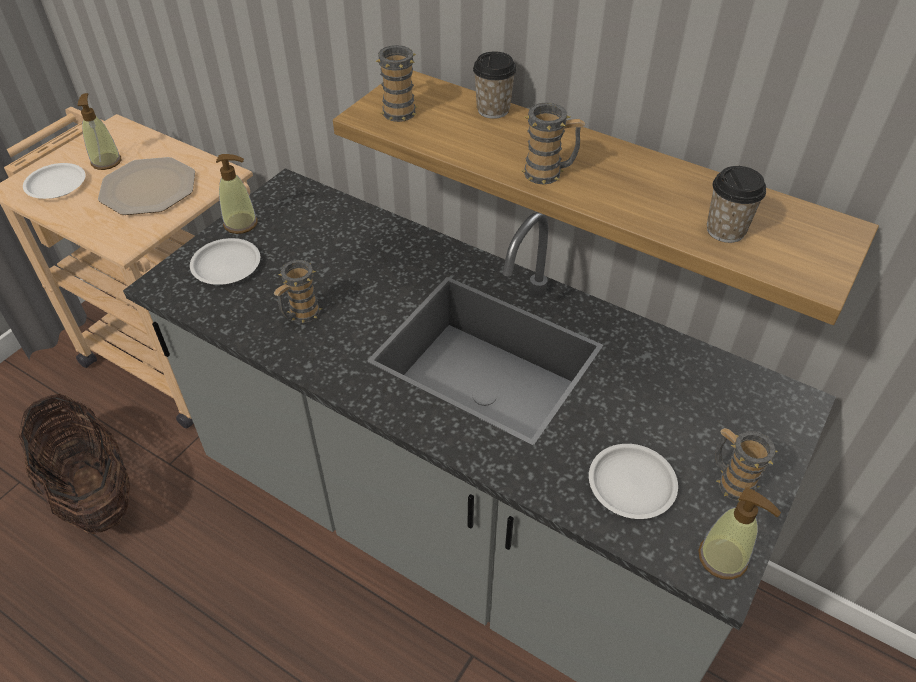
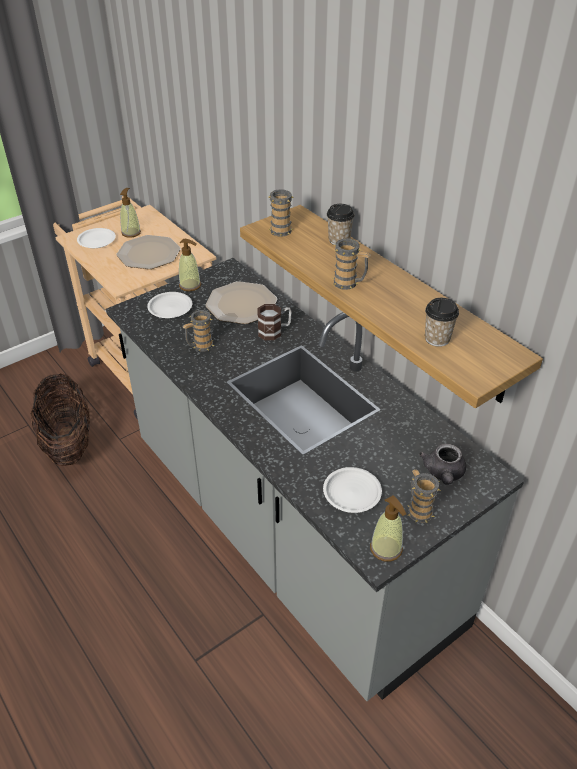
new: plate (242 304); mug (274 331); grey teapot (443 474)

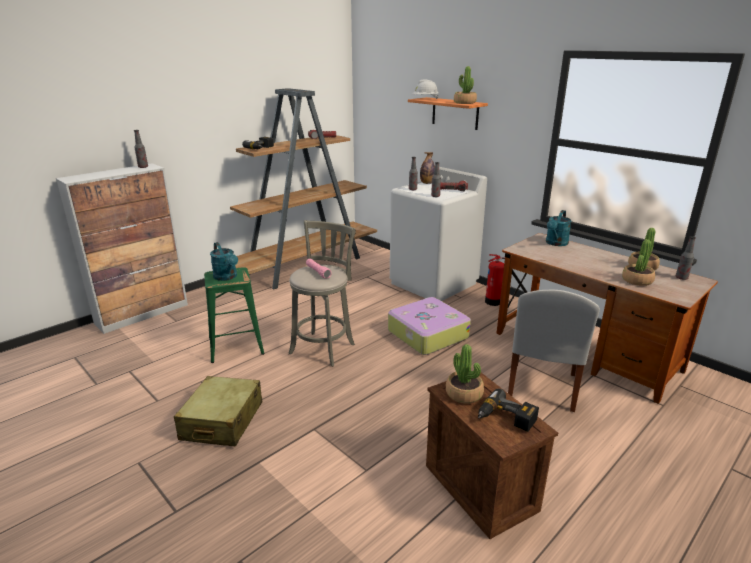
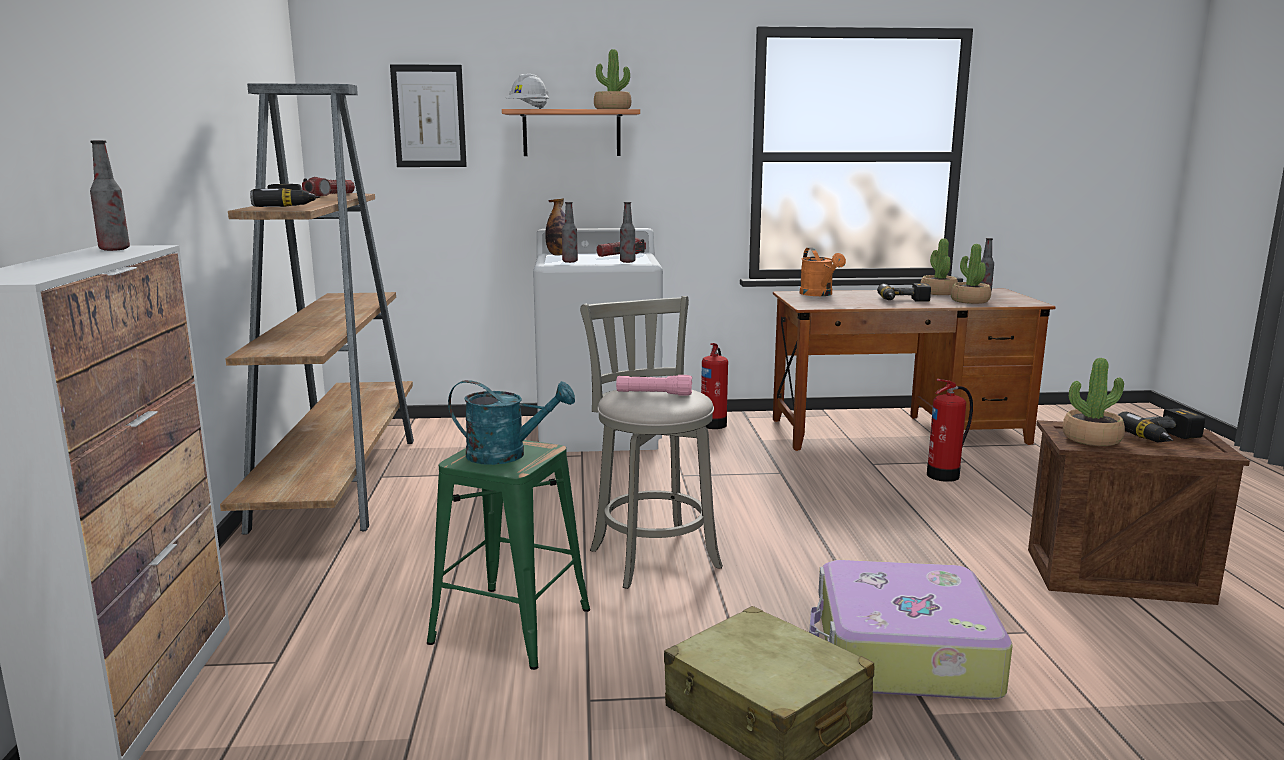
new: picture (429 116); power drill (904 301)
shifted: suitcase (426 334) to (902 653)
swapped: white chair (541 388) to fire extinguisher (945 475)
repainted: turquoise watering can (555 243) to orange watering can (819 294)

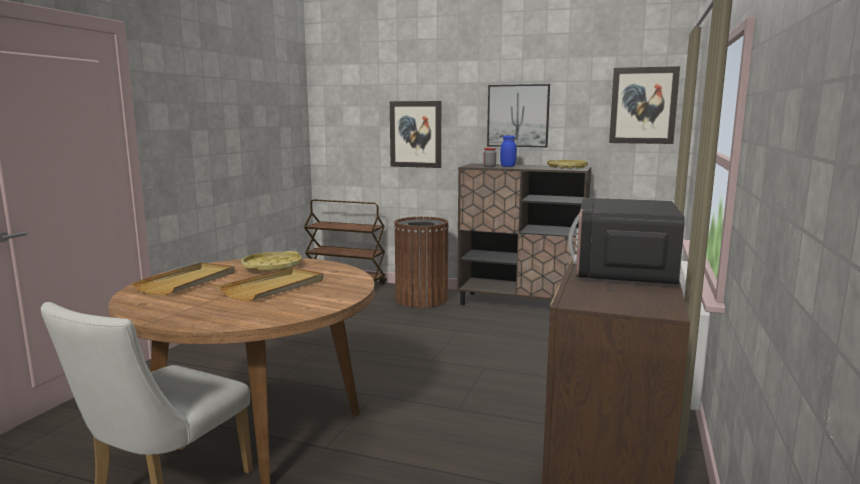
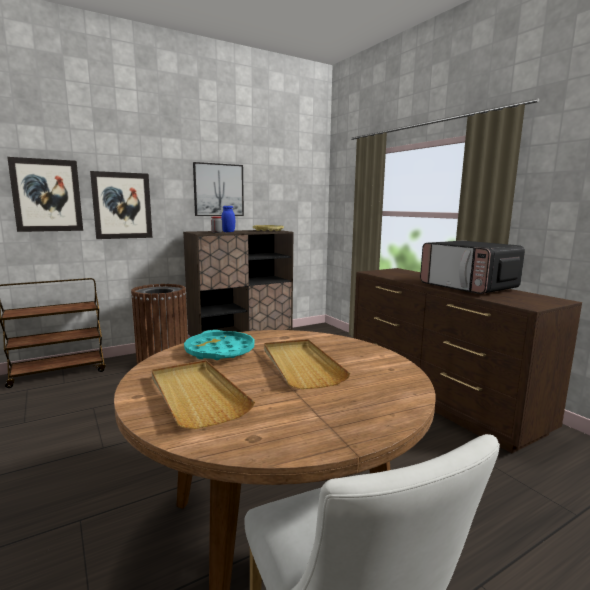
shifted: picture (643 105) to (47 195)
repainted: yellow tray (272 267) to turquoise tray (220 351)

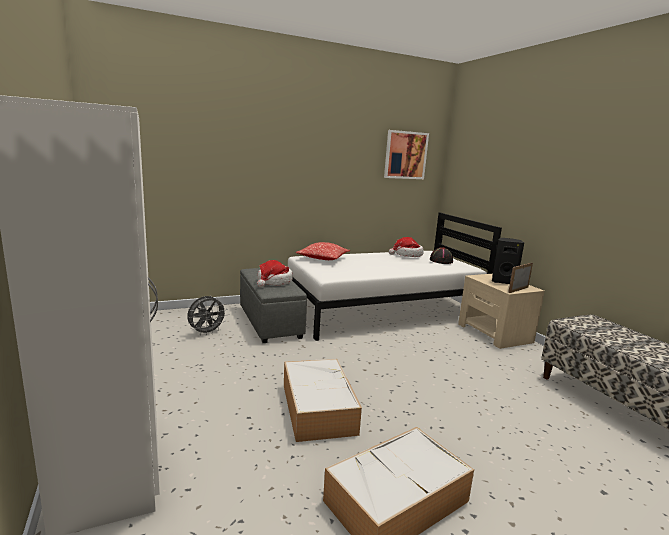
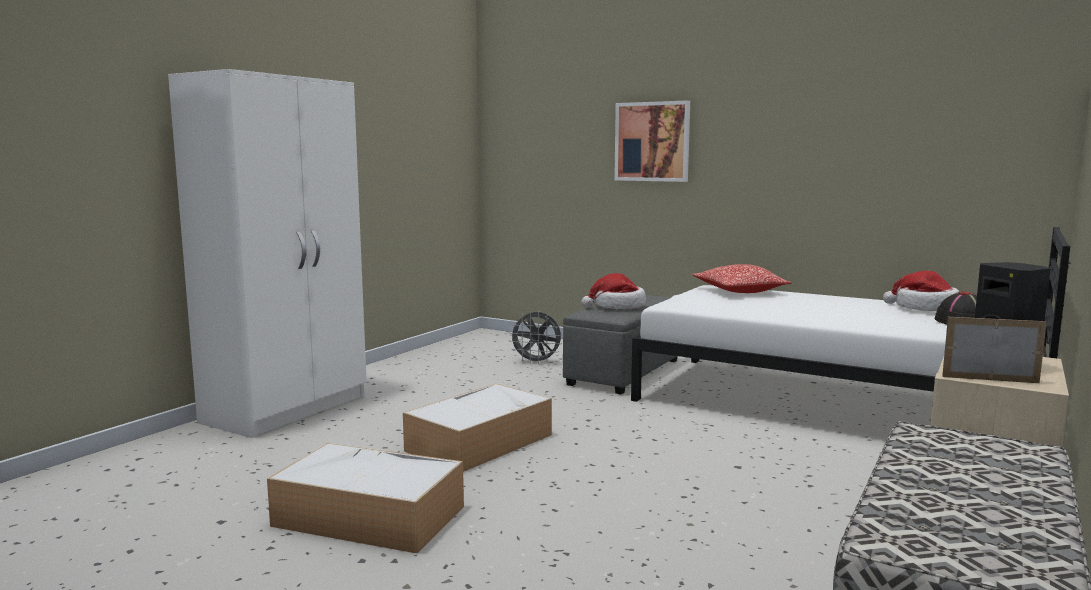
shifted: picture (405 155) to (652 141)

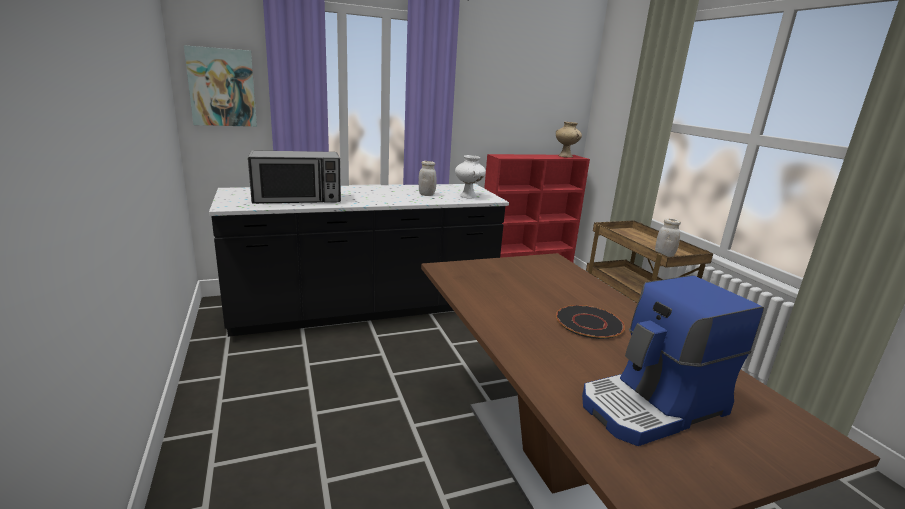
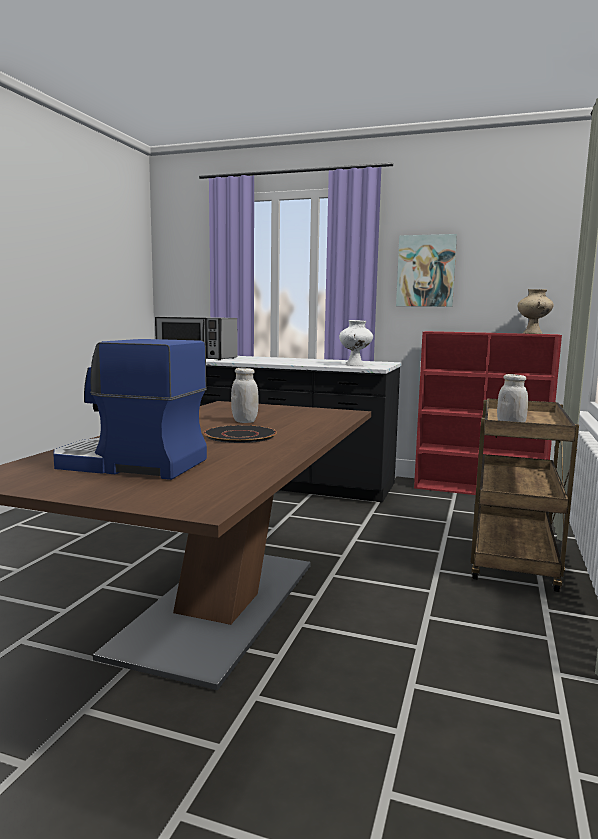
shifted: picture (222 87) to (426 271); white jar (426 195) to (244 421)

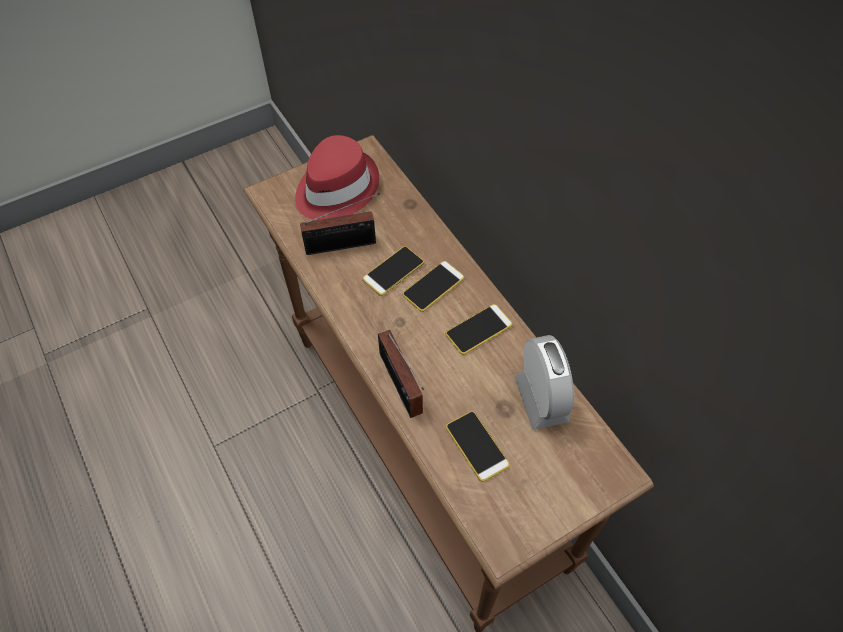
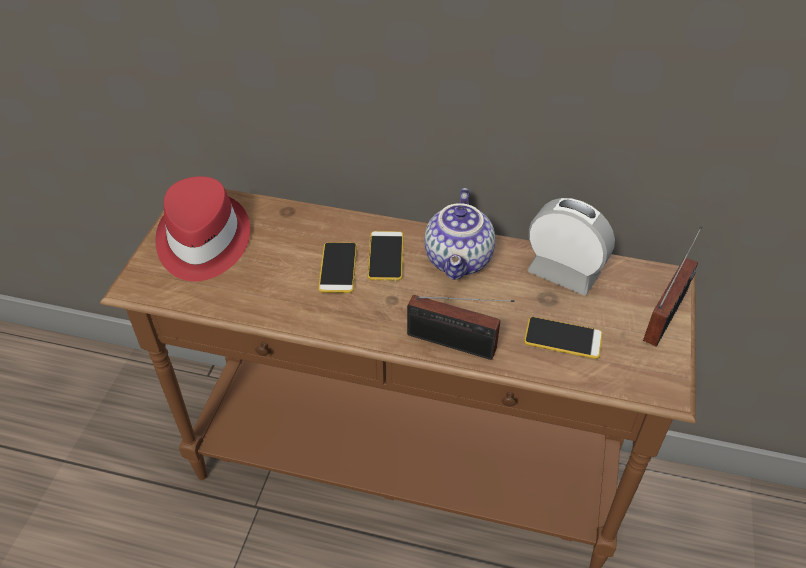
shifted: radio (344 245) to (668 313)
swapped: phone (478 329) to teapot (460 260)

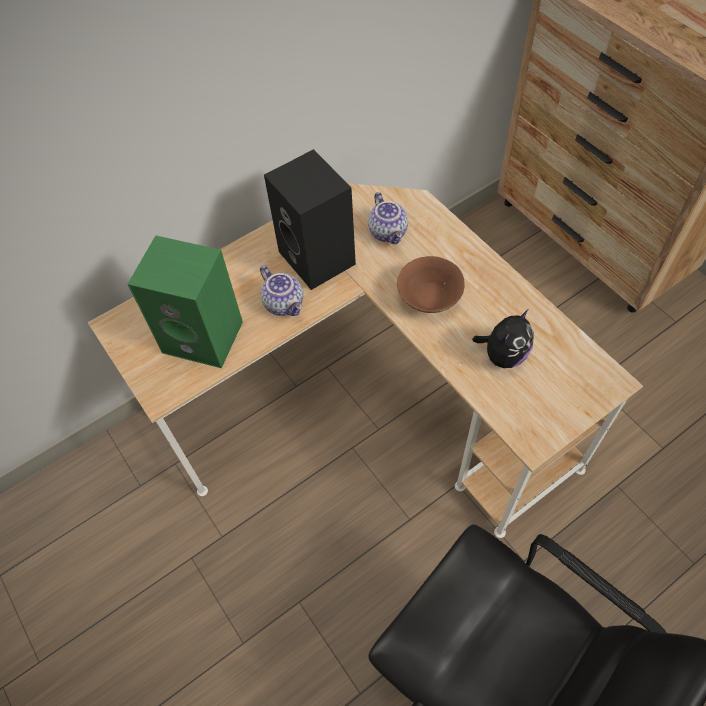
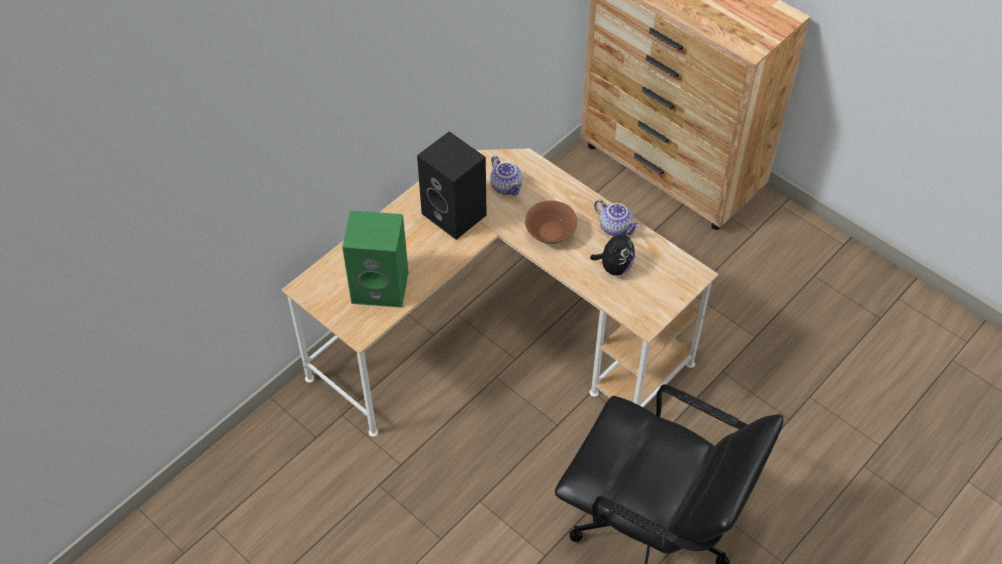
shifted: teapot (285 303) to (616 227)

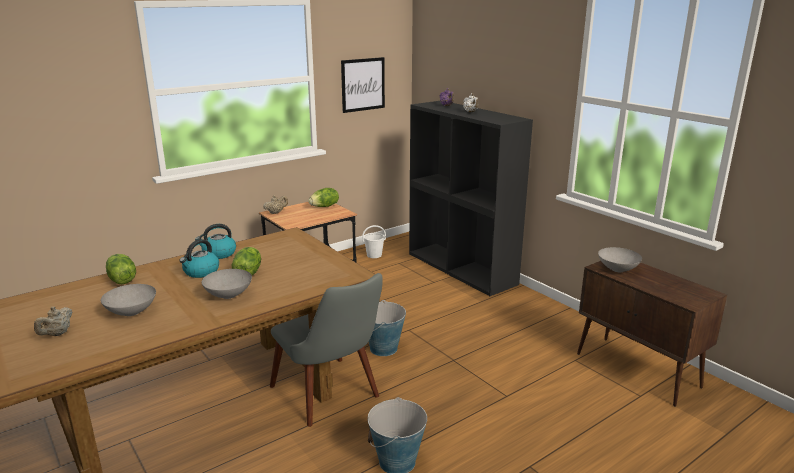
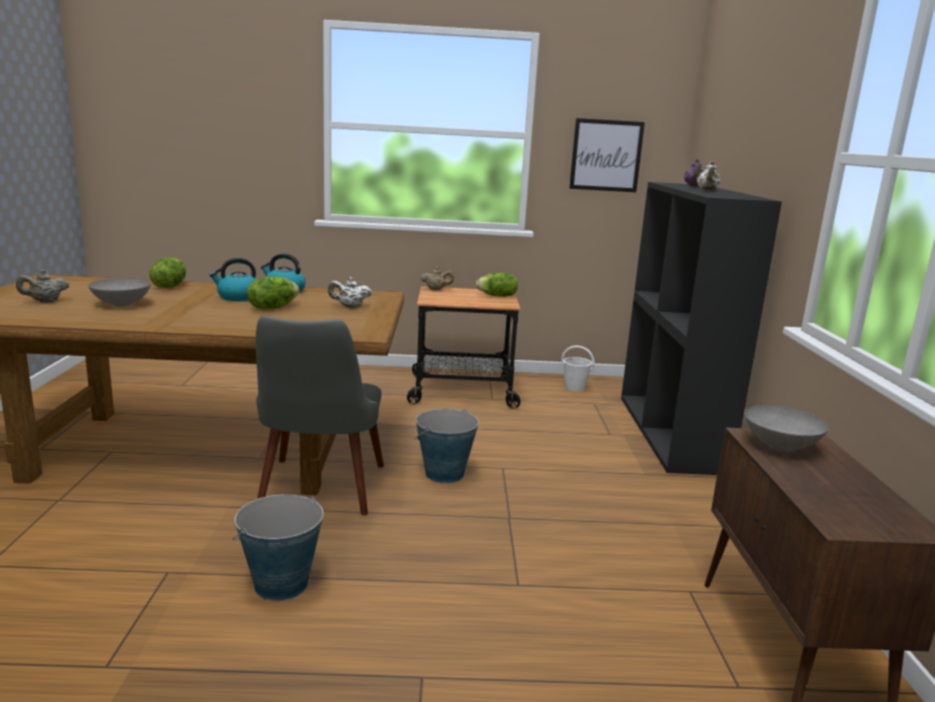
gone: grey bowl (229 295)
new: white teapot (350 306)

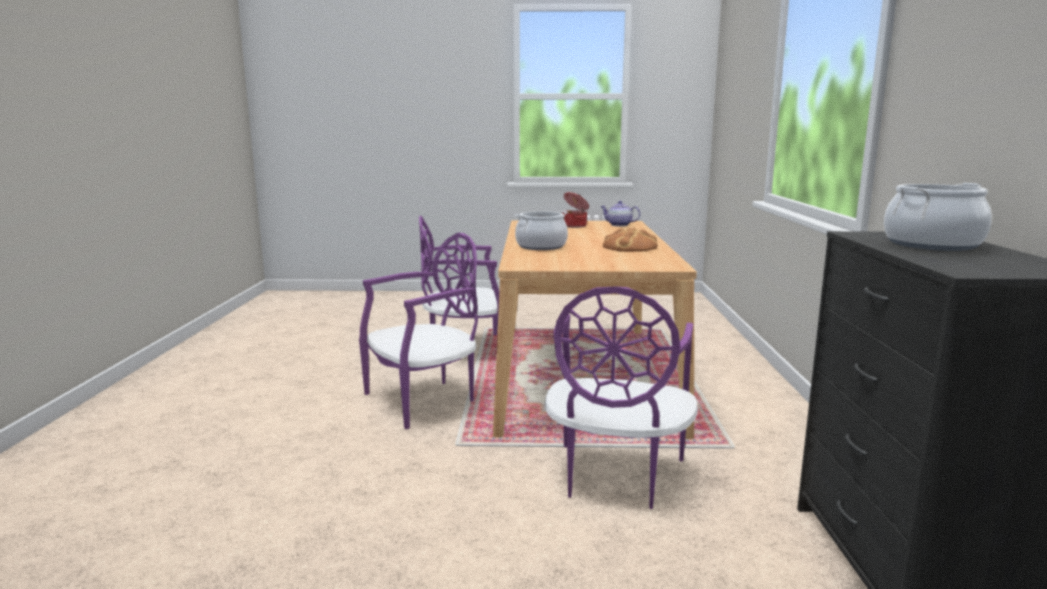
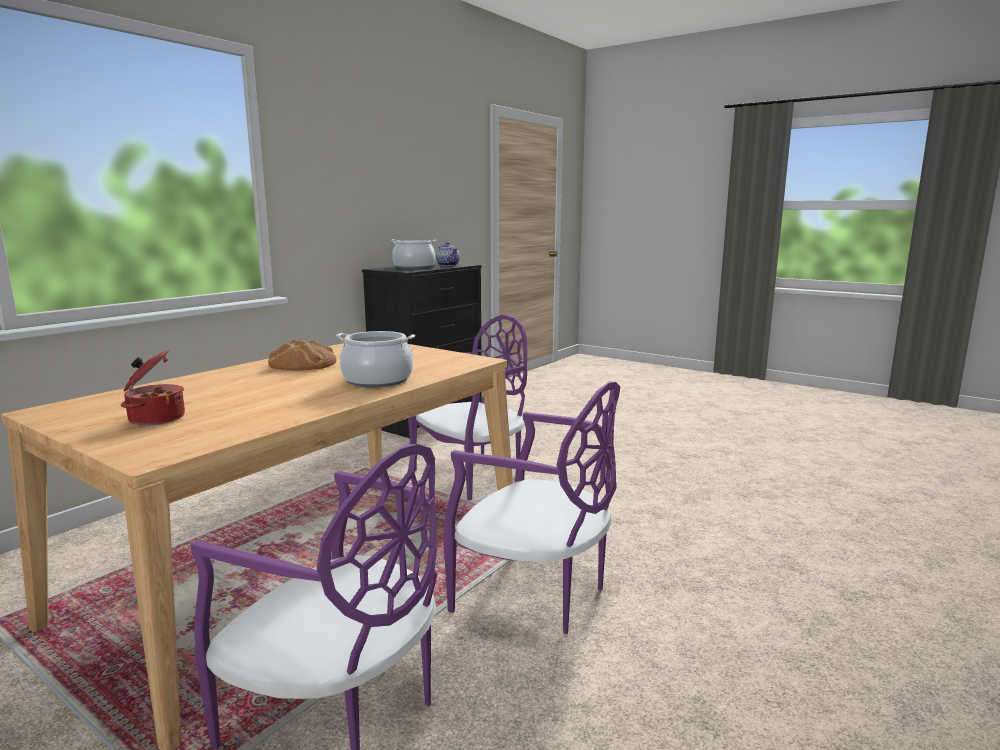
shifted: teapot (619 225) to (448 265)
rotated: purple chair (424 400) = (535 594) 150 degrees counterclockwise

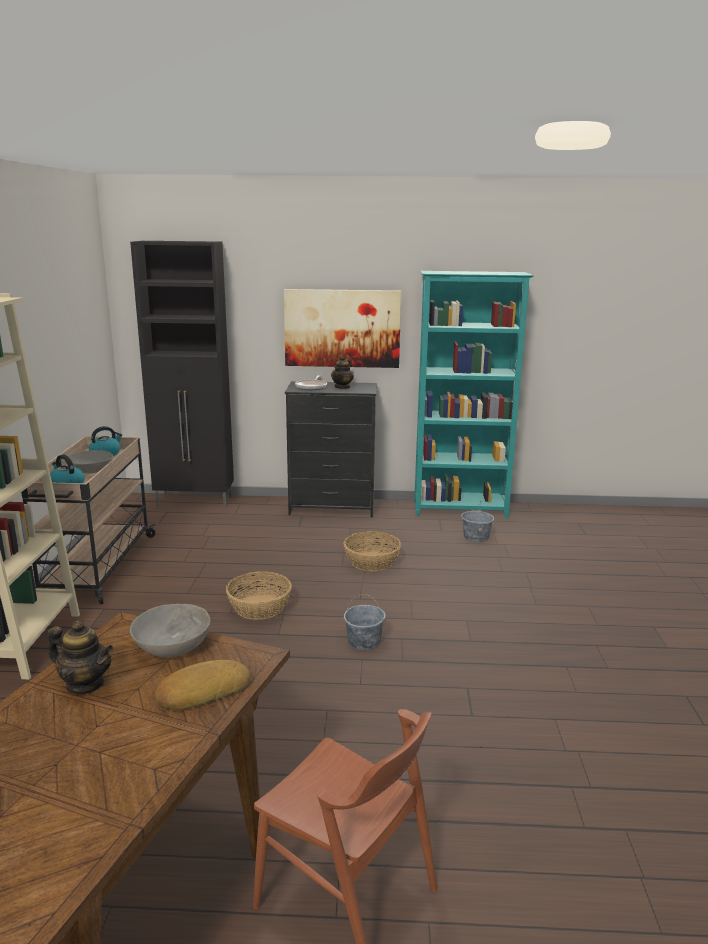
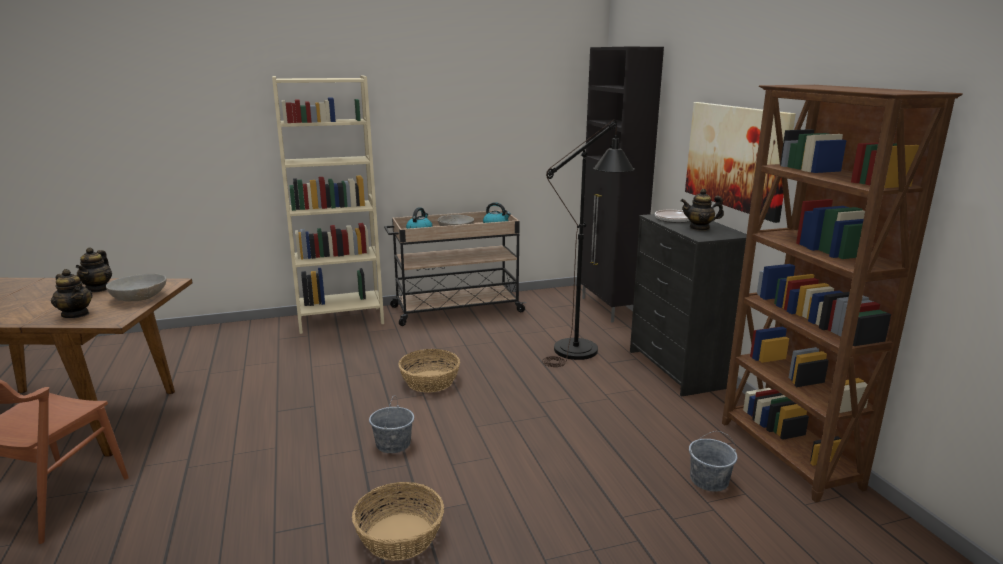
new: black floor lamp (583 346)
shifted: basket (371 561) to (400 536)
swapped: bread (202 690) to teapot (76 314)
repainted: turquoise bookcase (461 510) to brown bookcase (787 455)

